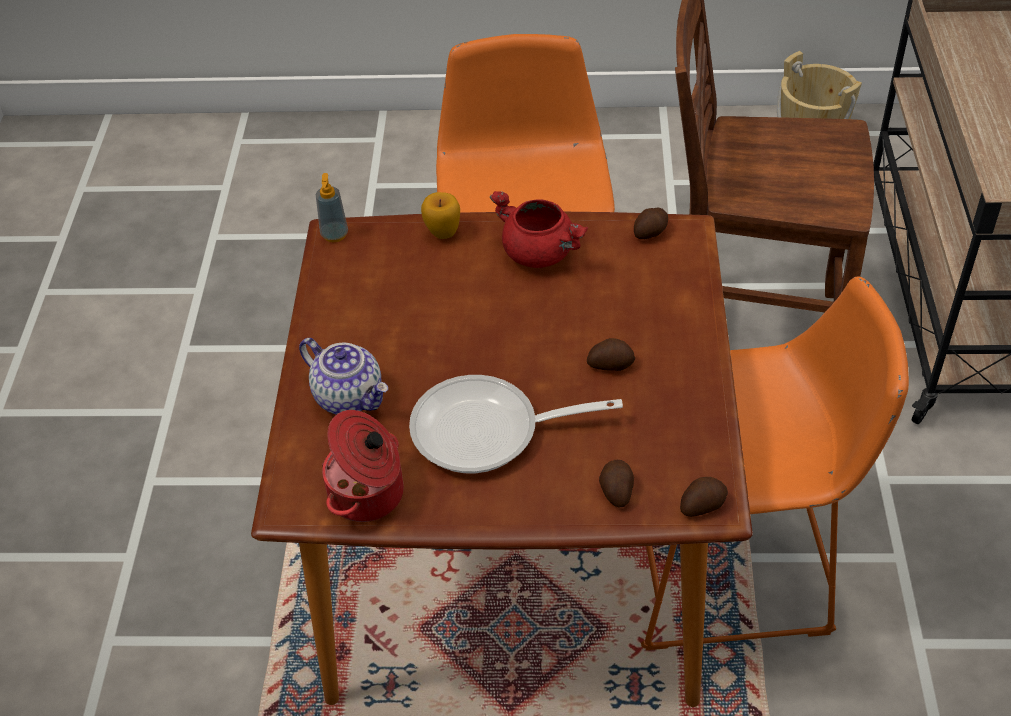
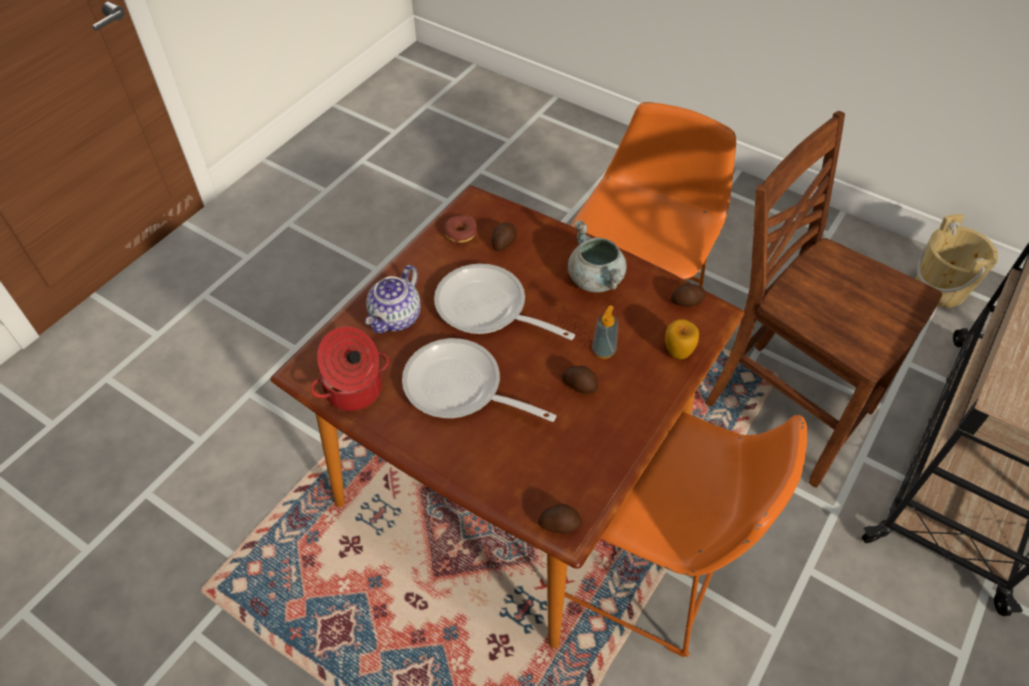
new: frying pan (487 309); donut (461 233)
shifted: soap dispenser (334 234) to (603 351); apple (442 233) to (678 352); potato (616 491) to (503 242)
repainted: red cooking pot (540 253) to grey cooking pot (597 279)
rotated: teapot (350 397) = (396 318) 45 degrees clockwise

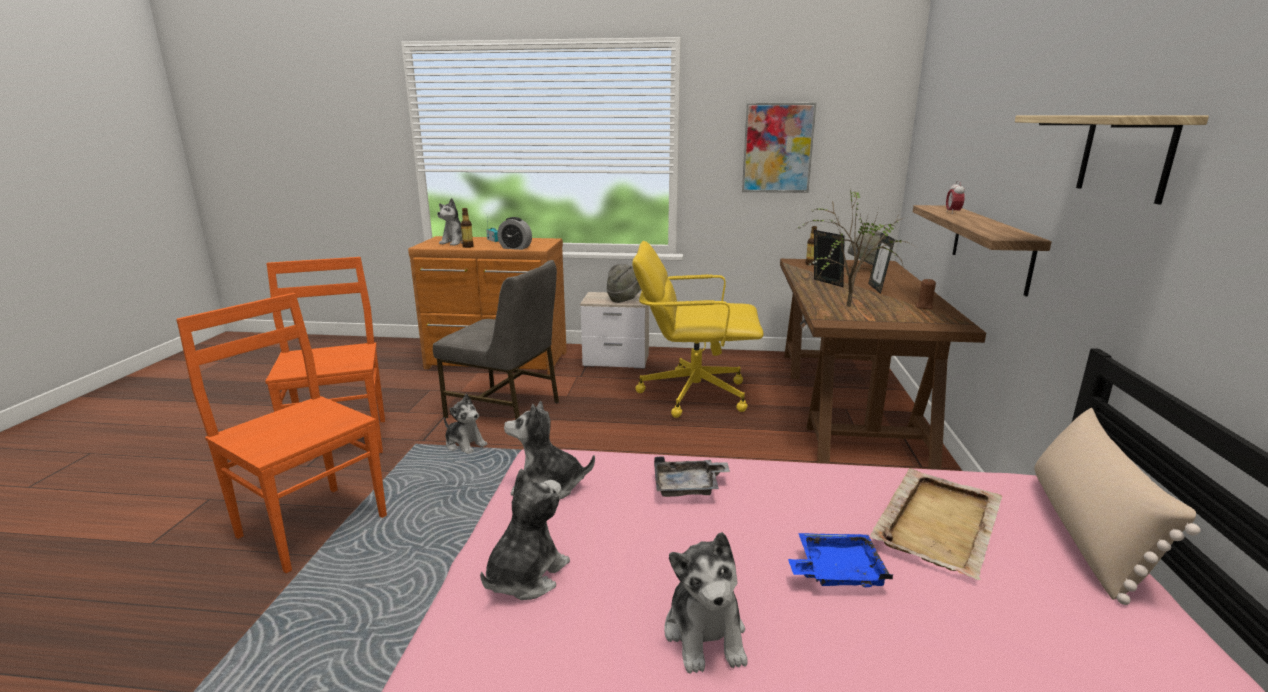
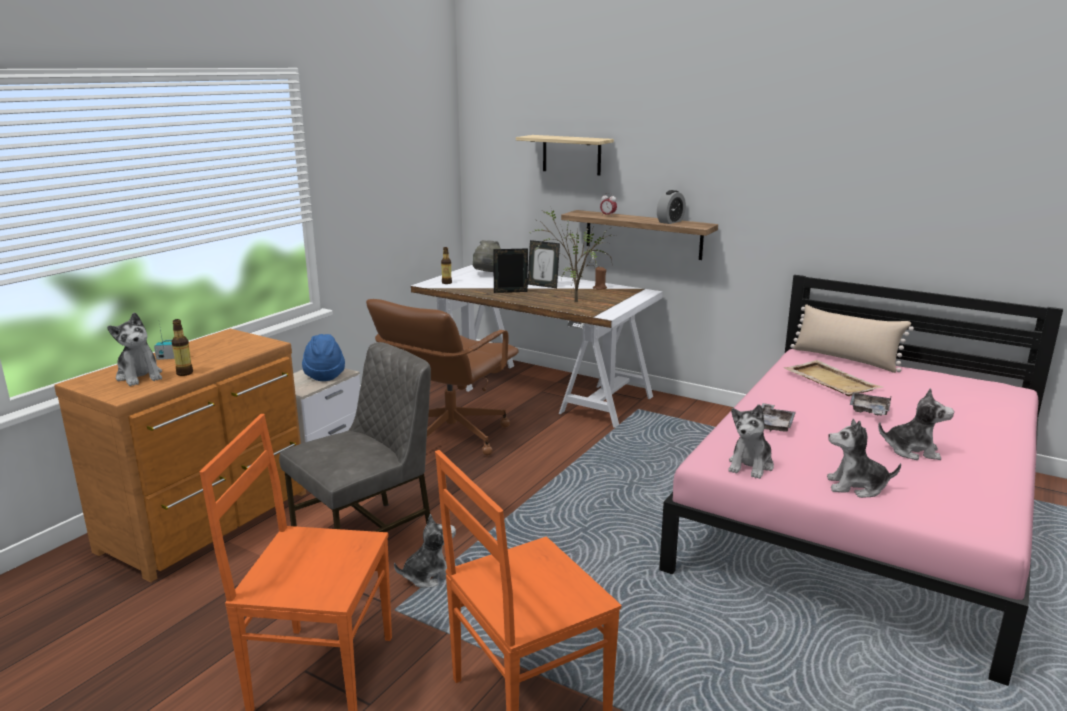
gone: picture (777 148)
shifted: alarm clock (515 248) to (670 221); shelf (1125 156) to (571 155)
repainted: grey hat (624 299) to blue hat (324 375); yellow office chair (693 394) to brown office chair (449 436); brown desk (849 403) to white desk (535 387); blue tray (836 571) to grey tray (869 411)
rotated: plush toy (525 576) = (856 487) 45 degrees counterclockwise

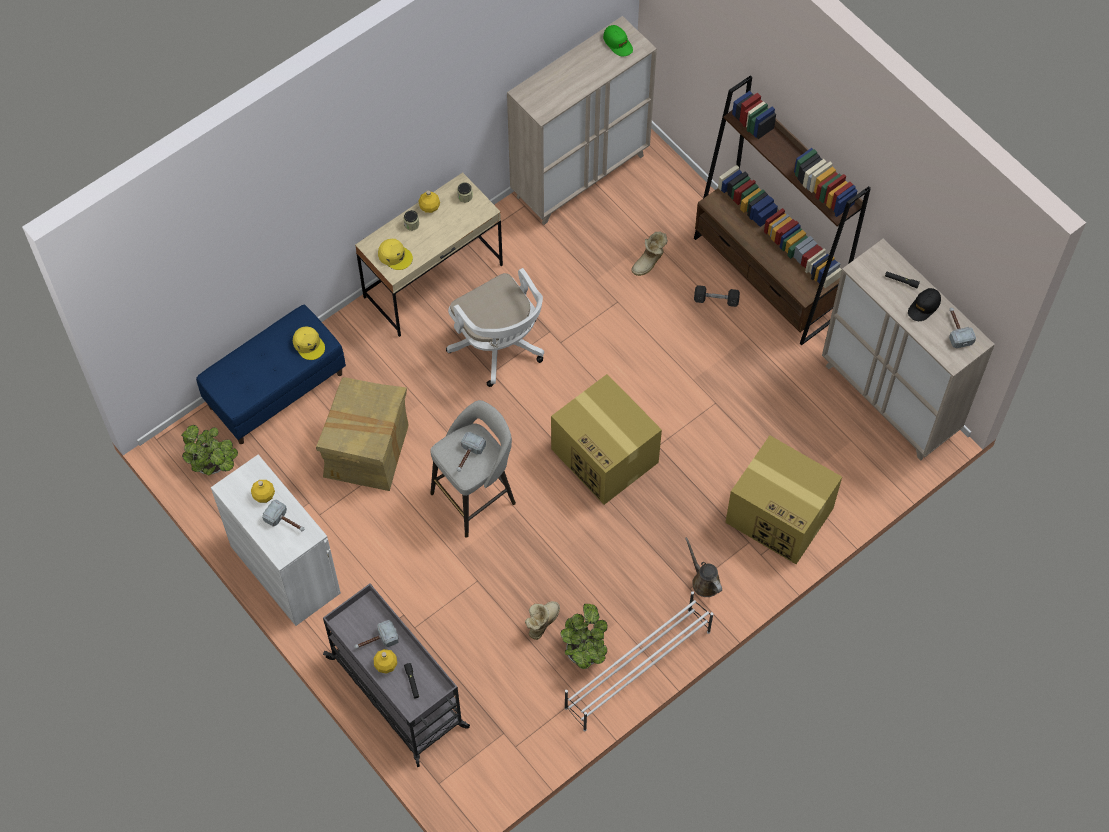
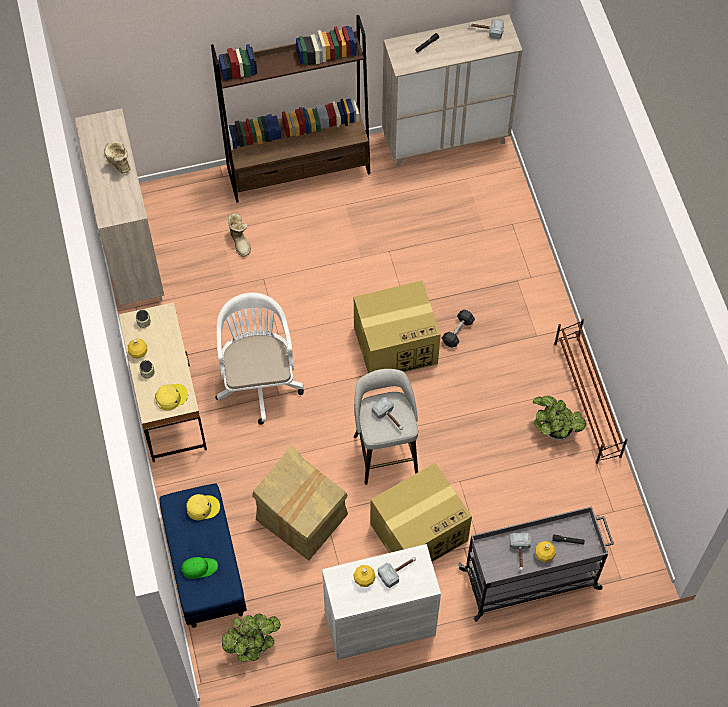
gone: brown watering can (704 581); black cap (924 307)
shifted: boot (541 622) to (117 162); green cap (618 43) to (199 568); grey dumbbell (716 300) to (457 332); cardboard box (780 516) to (419 531)
repainted: white shoe rack (637 670) to brown shoe rack (587 400)
rotated: white office chair (499 347) = (258 379) 90 degrees counterclockwise

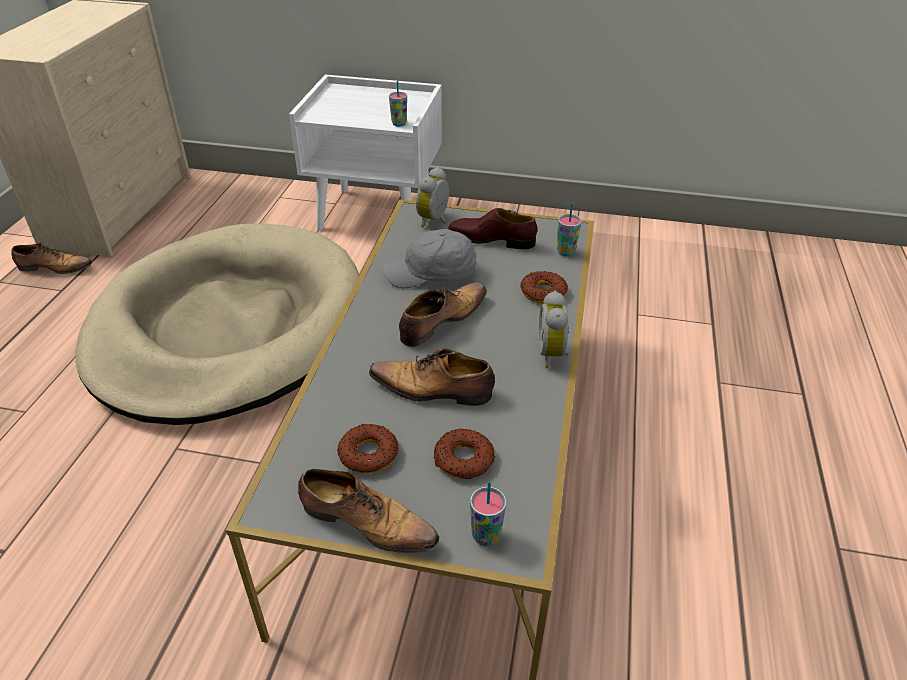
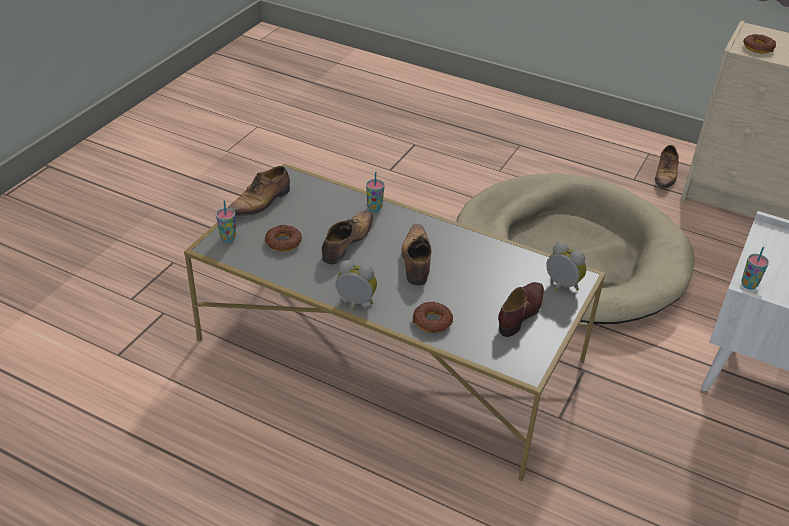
gone: grey cap (431 274)
shifted: donut (368 454) to (758 48); cup (565 252) to (374 208)
rotated: shoe (441 321) = (416 260) 150 degrees counterclockwise

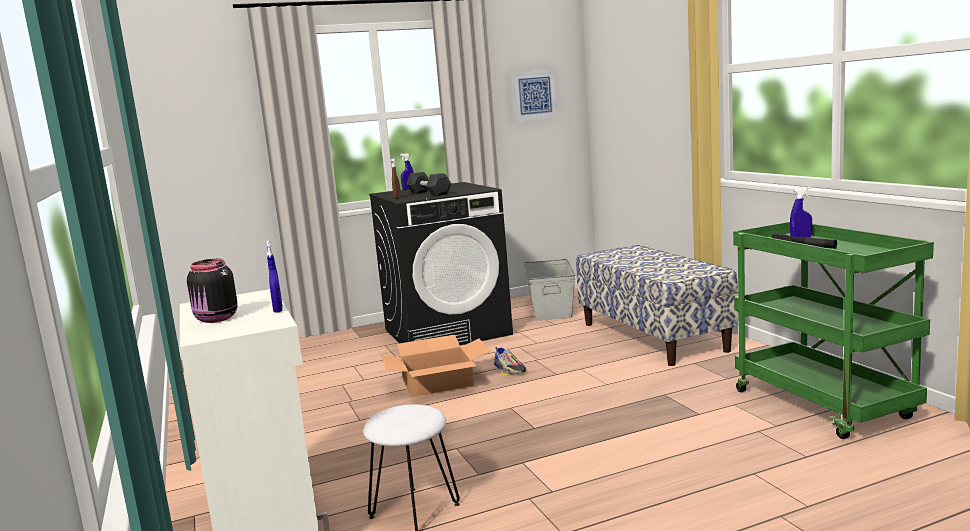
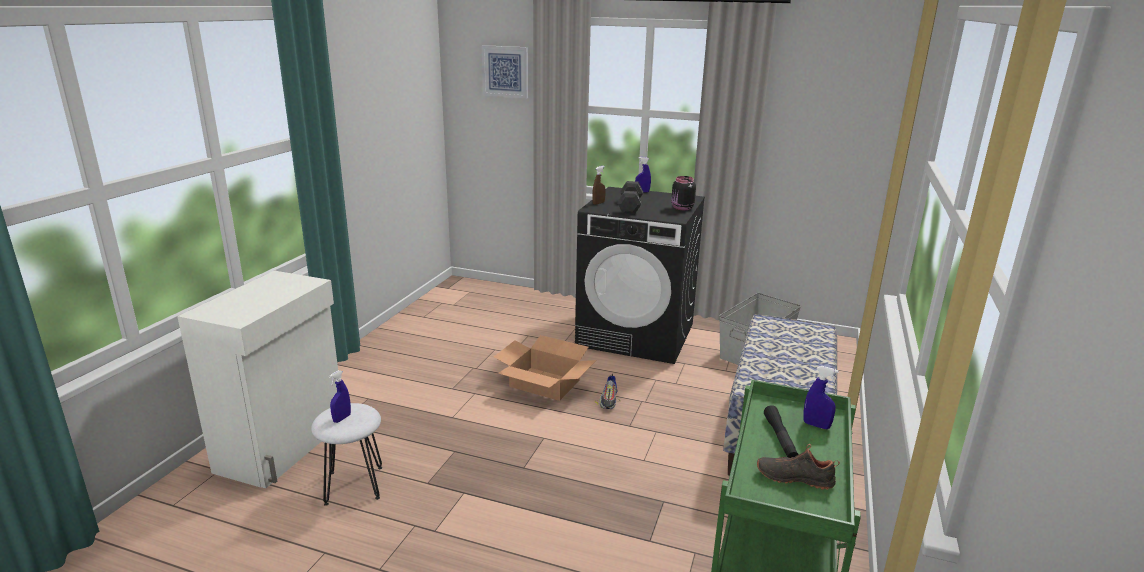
new: black shoe (794 477)
shifted: black jar (216 319) to (682 208); blue spray bottle (278 310) to (342 418); picture (534 95) to (505 71)

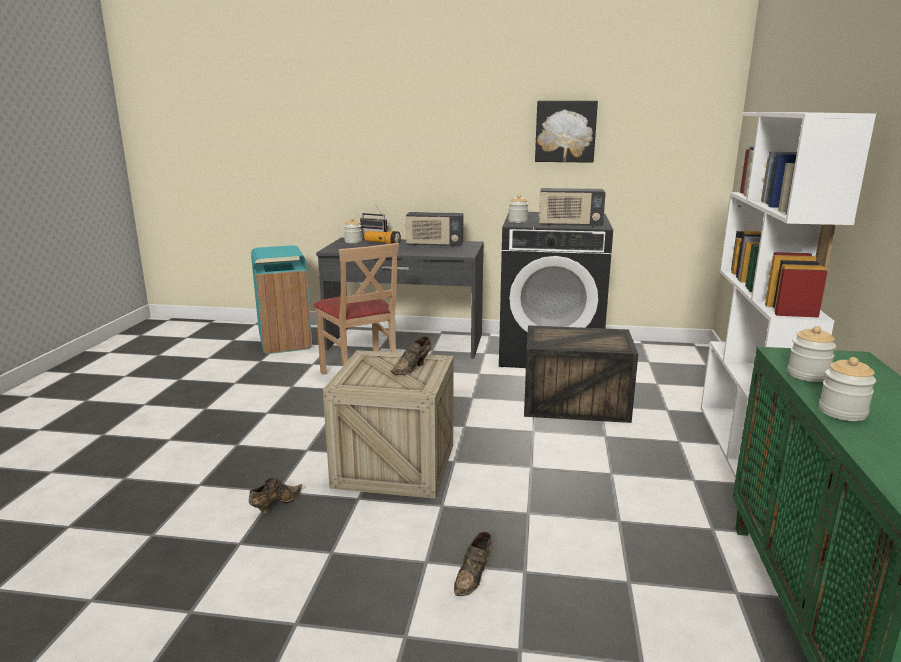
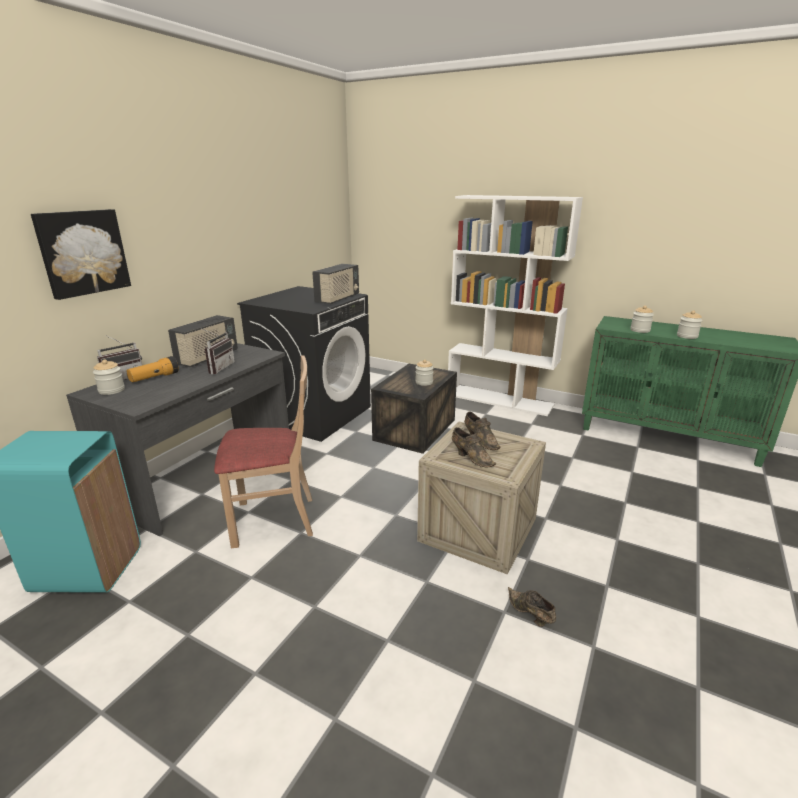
new: radio (218 368)
shifted: brown shoe (474 576) to (471 458); jar (518 221) to (424 382); picture (565 131) to (82 252)

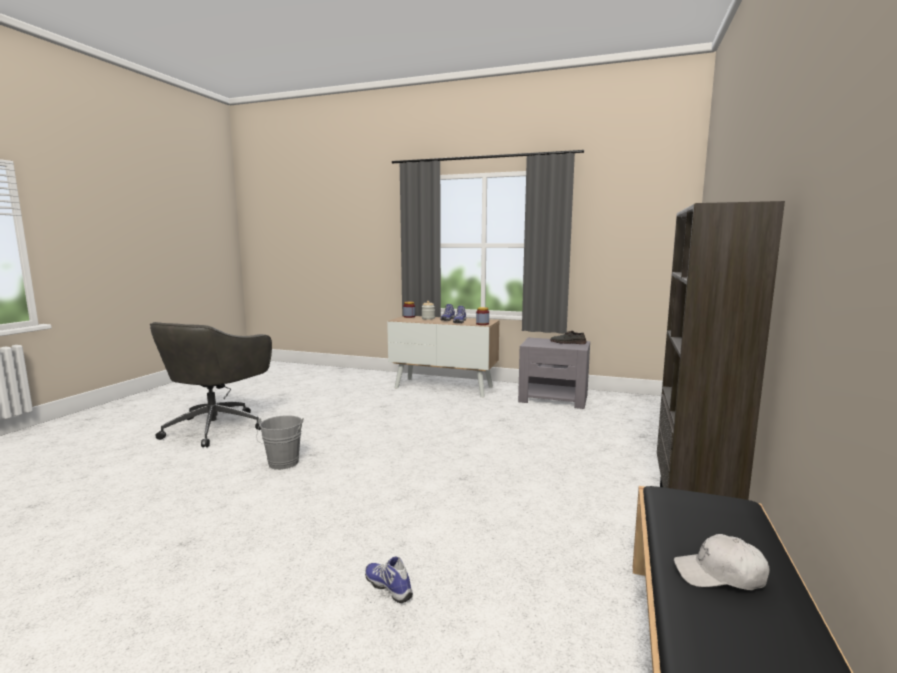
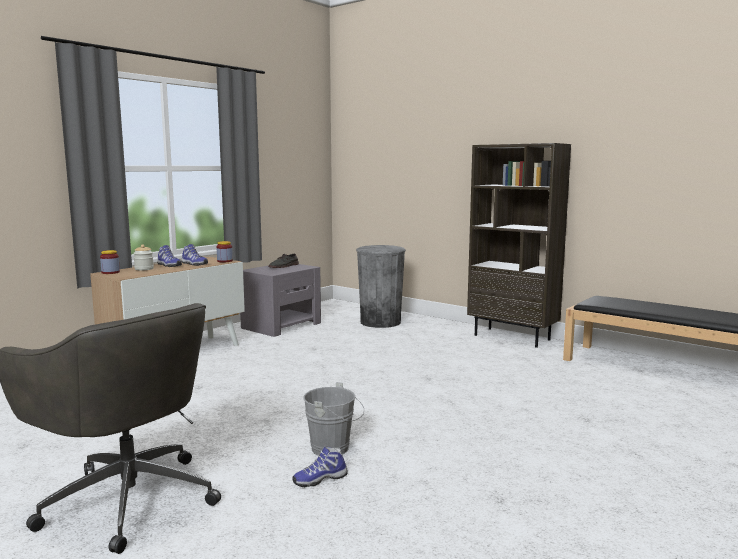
gone: white cap (720 575)
new: grey trash can (380 322)
shifted: shoe (389 587) to (319 479)

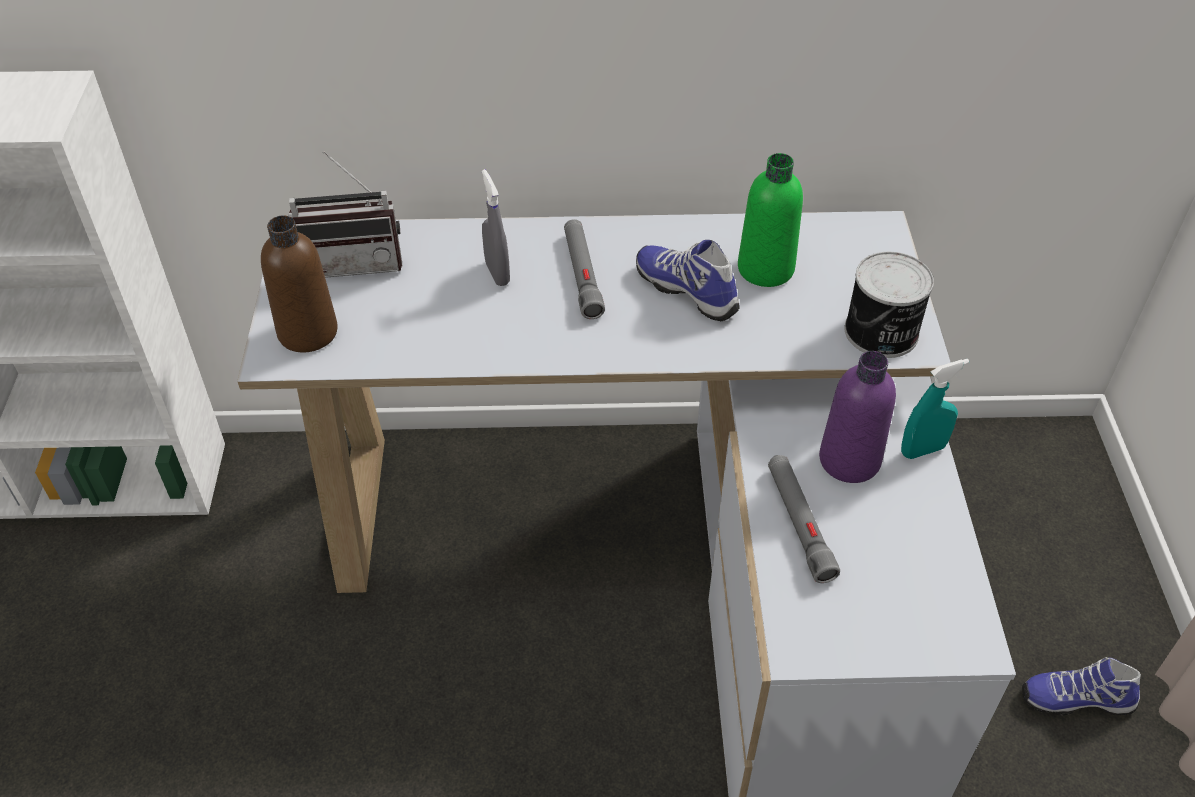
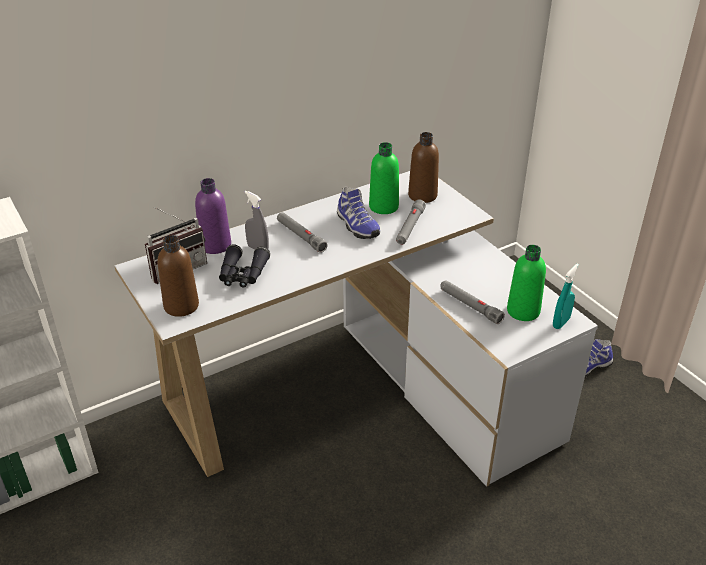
gone: can (882 333)
new: black binoculars (242 274); grey flashlight (410 227); brown bottle (422 195); green bottle (523 311)
shifted: purple bottle (849 460) to (215 245); turquoise spray bottle (922 450) to (561 323)
rotated: shoe (688 290) = (356 226) 135 degrees counterclockwise

